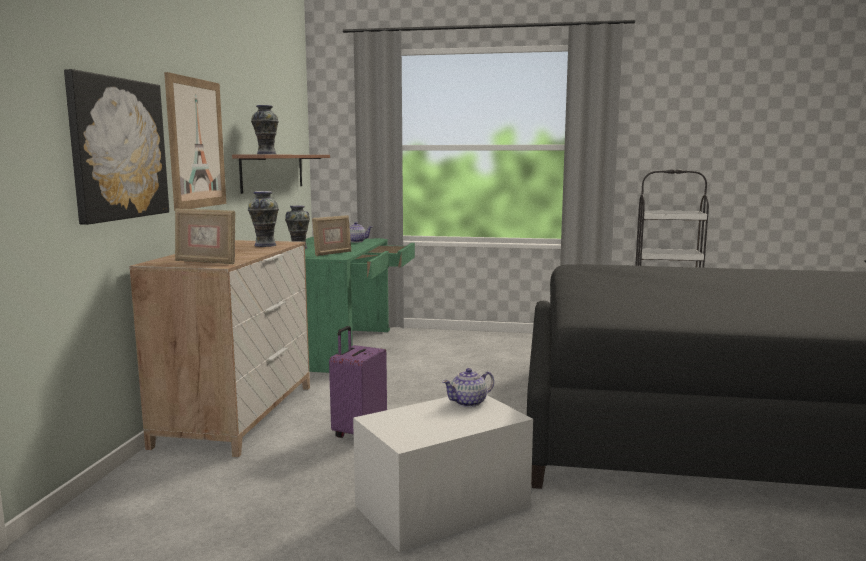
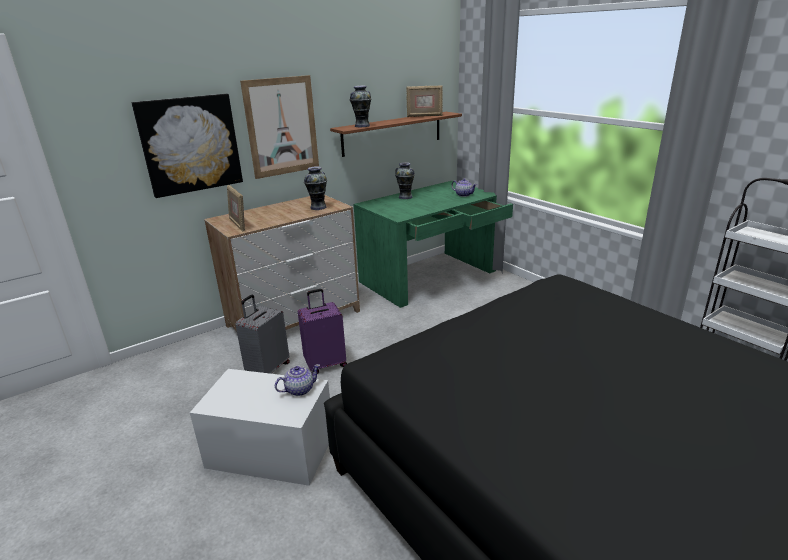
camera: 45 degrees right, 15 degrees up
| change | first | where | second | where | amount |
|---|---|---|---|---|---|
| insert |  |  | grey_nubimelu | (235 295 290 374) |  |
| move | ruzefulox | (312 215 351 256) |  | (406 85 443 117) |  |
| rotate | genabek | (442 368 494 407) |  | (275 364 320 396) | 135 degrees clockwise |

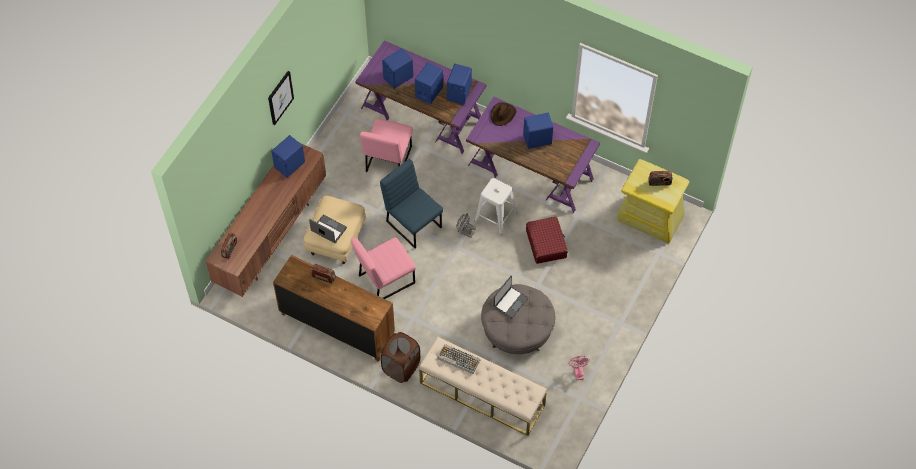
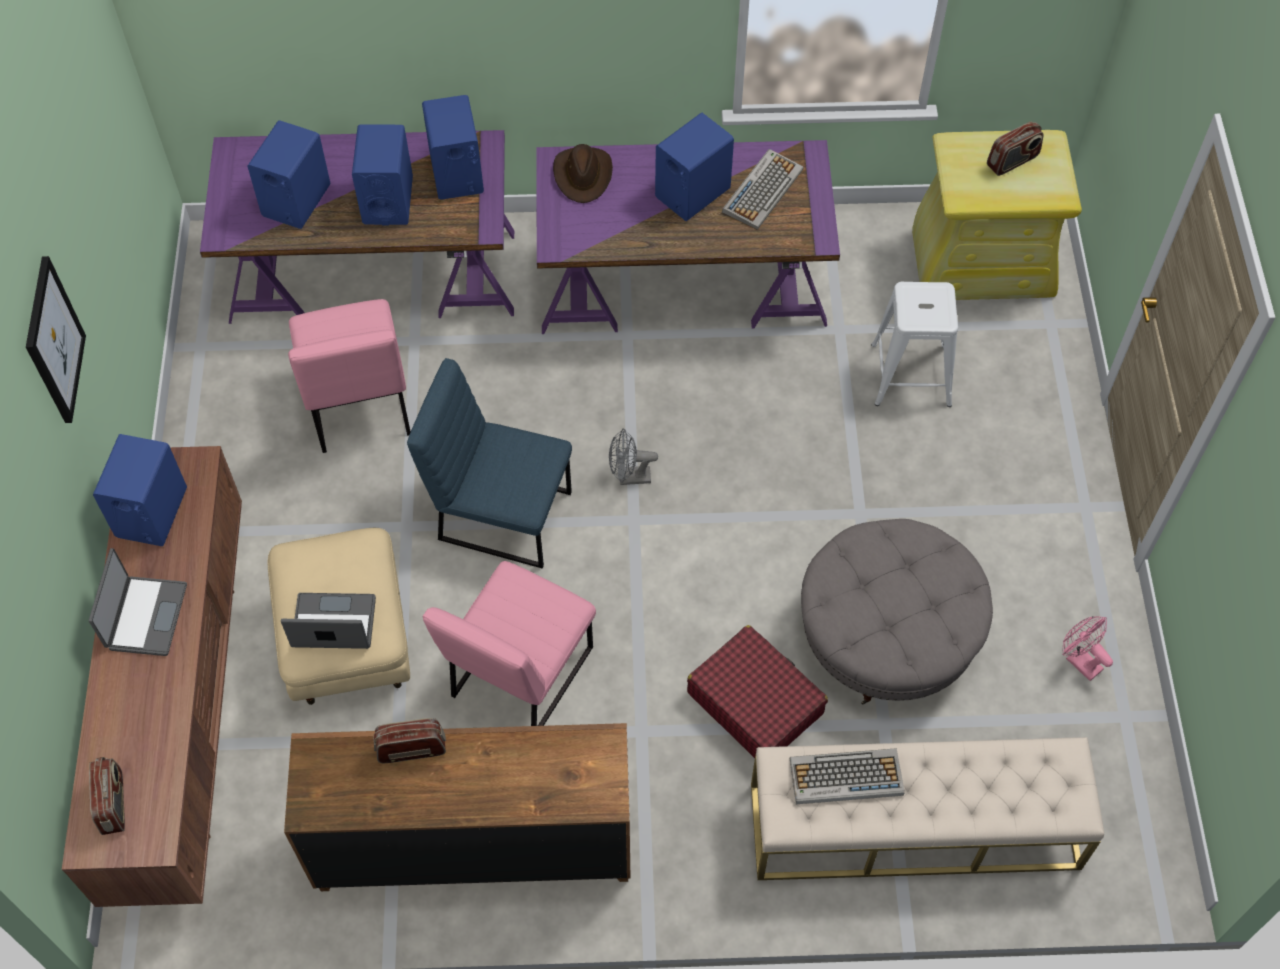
camera: 30 degrees left, 0 degrees up
| change | first | where | second | where | amount |
|---|---|---|---|---|---|
| delete | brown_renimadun | (381 332 420 383) |  |  |  |
| insert |  |  | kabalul | (722 149 804 230) |  |
| move | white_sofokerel | (475 178 517 235) |  | (871 282 958 407) |  |
| move | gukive | (494 276 529 319) |  | (89 548 187 656) |  |
| move | red_nubimelu | (526 217 568 264) |  | (687 625 828 758) |  |

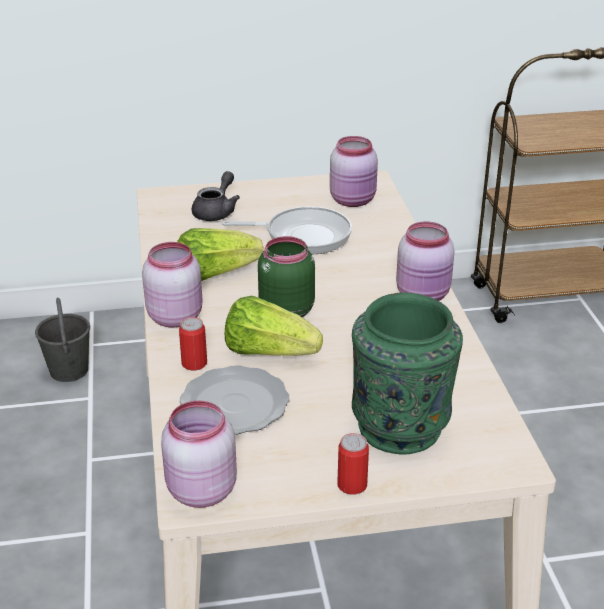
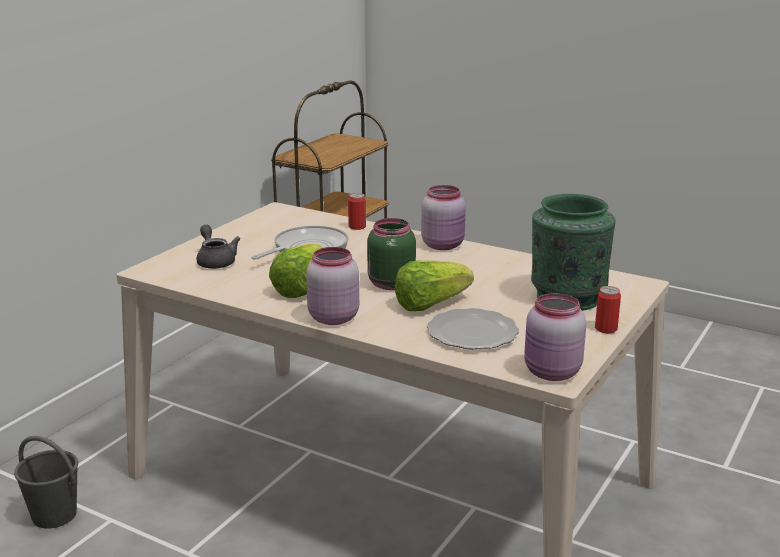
camera: 50 degrees left, 10 degrees down
| change | first | where | second | where | amount |
|---|---|---|---|---|---|
| delete | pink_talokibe | (330 136 378 207) |  |  |  |
| move | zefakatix | (179 317 207 370) |  | (348 193 366 230) |  |

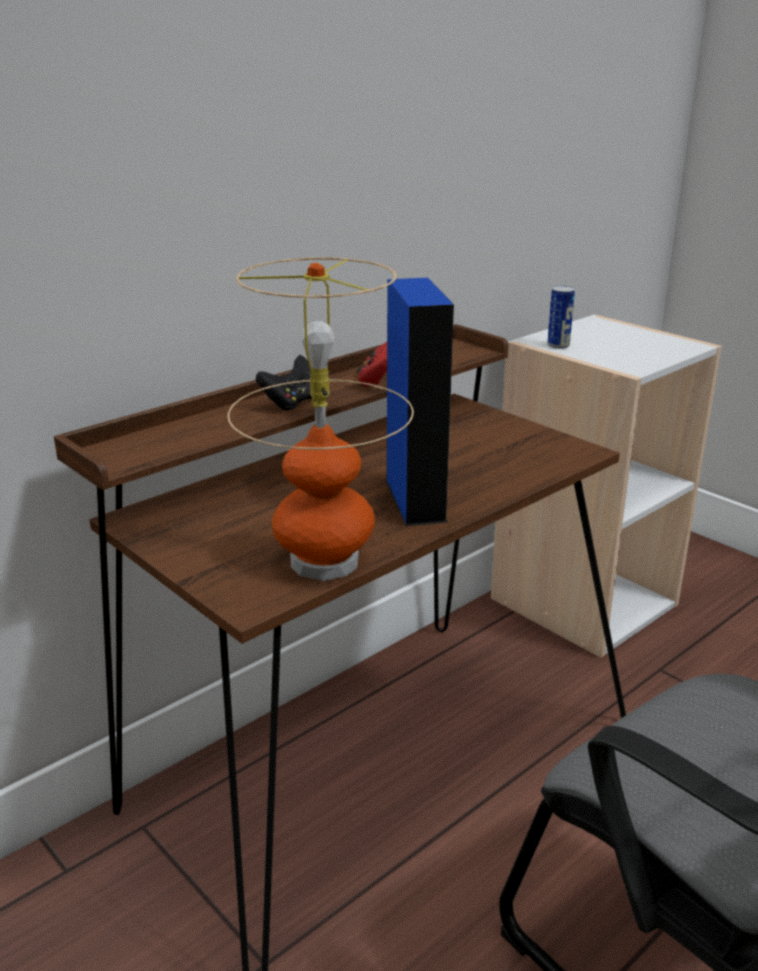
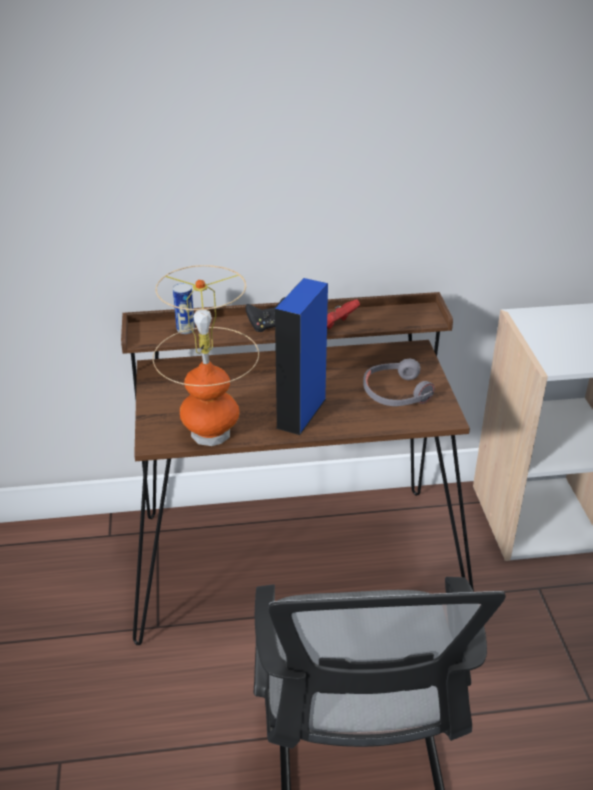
camera: 35 degrees right, 10 degrees up
| change | first | where | second | where | amount |
|---|---|---|---|---|---|
| insert |  |  | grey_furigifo | (363 358 435 406) |  |
| move | zefakatix | (547 286 575 349) |  | (173 283 195 334) |  |

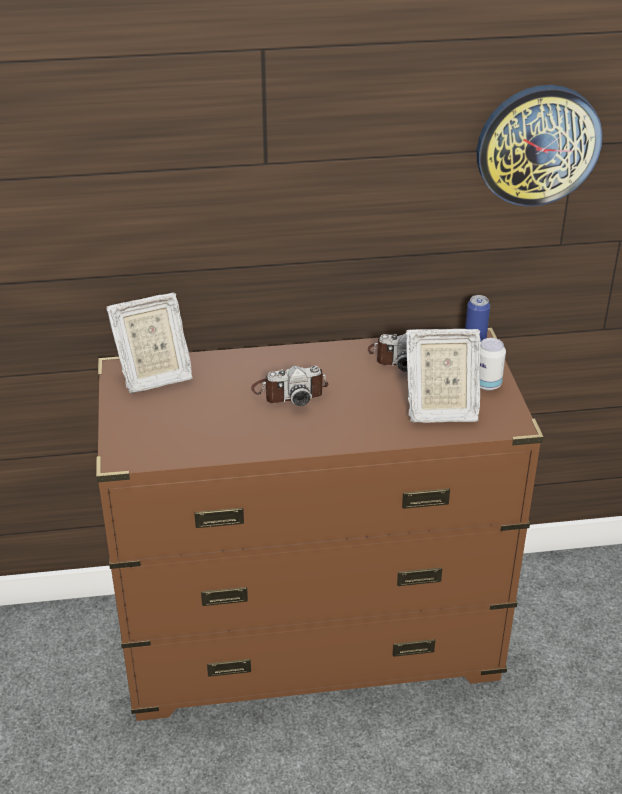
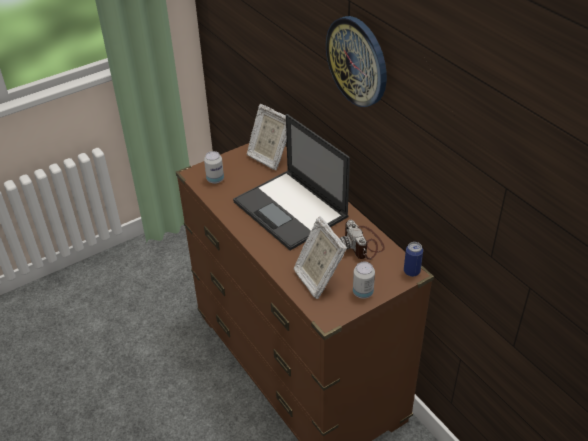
camera: 65 degrees right, 5 degrees up
| change | first | where | second | where | amount |
|---|---|---|---|---|---|
| insert |  |  | zefakatix | (204 151 224 184) |  |
| move | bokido | (477 85 603 207) |  | (326 16 387 107) |  |
| replace | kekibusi | (251 365 328 406) | gukive | (233 114 350 250) |  |

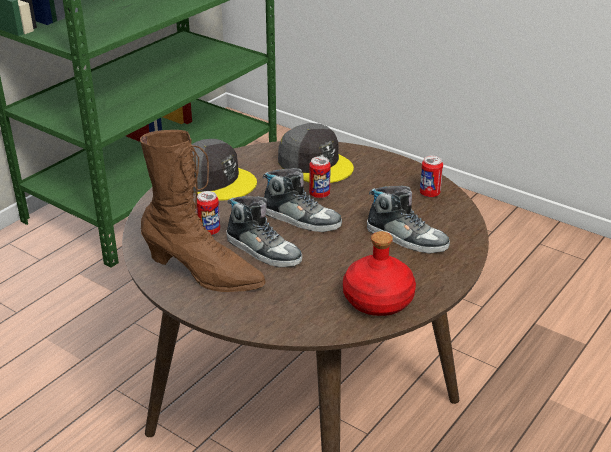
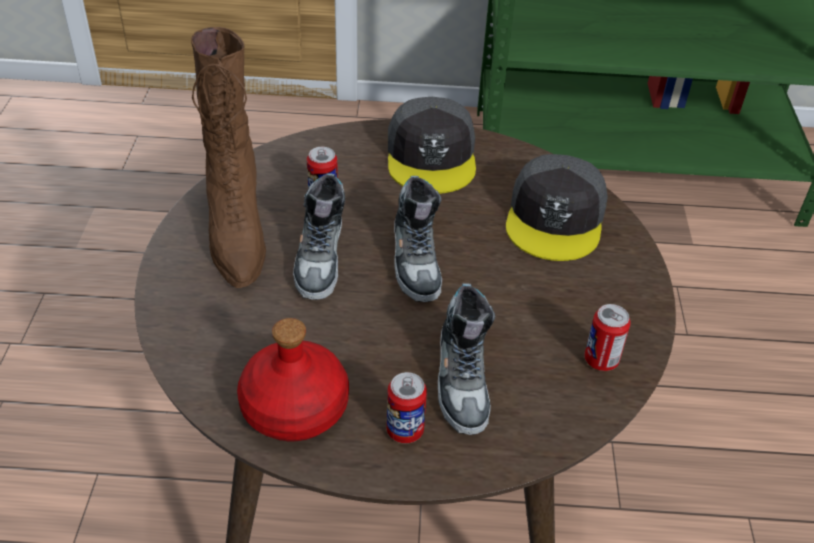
camera: 55 degrees right, 10 degrees up
| change | first | where | second | where | amount |
|---|---|---|---|---|---|
| move | zefakatix | (309 156 331 198) |  | (386 372 427 443) |  |

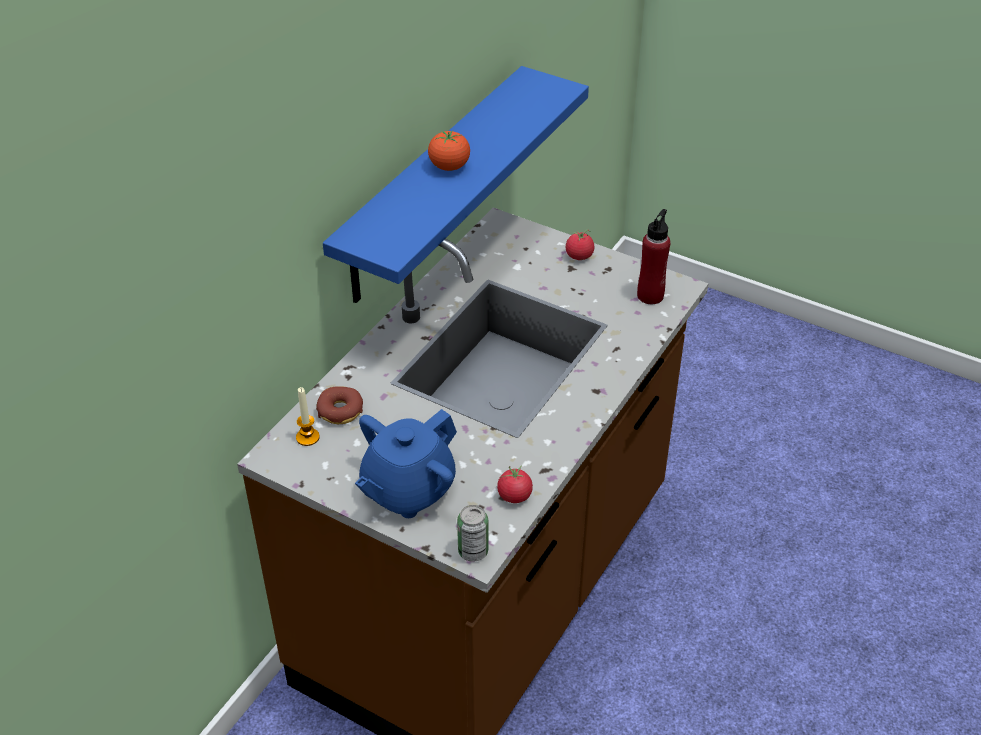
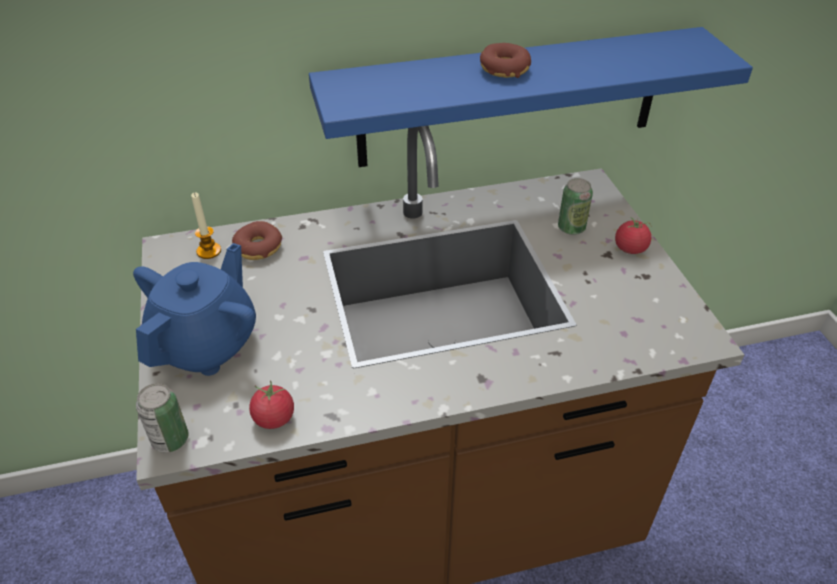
camera: 45 degrees right, 0 degrees up
| change | first | where | second | where | amount |
|---|---|---|---|---|---|
| delete | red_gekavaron | (637 209 671 304) |  |  |  |
| insert |  |  | zefakatix | (558 178 593 235) |  |
| replace | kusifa | (428 130 470 171) | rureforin | (480 43 531 78) |  |
| rotate | blue_genabek | (355 409 457 518) |  | (133 243 256 376) | 120 degrees clockwise |

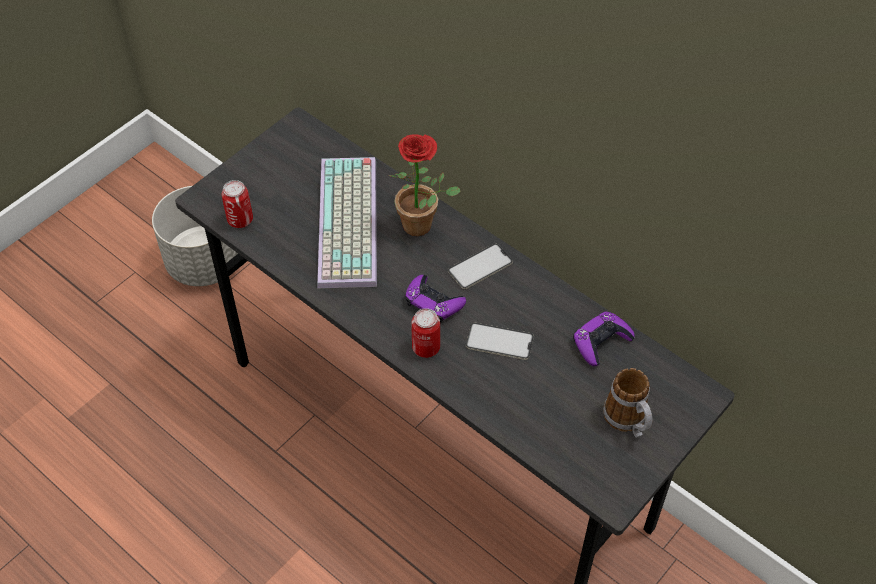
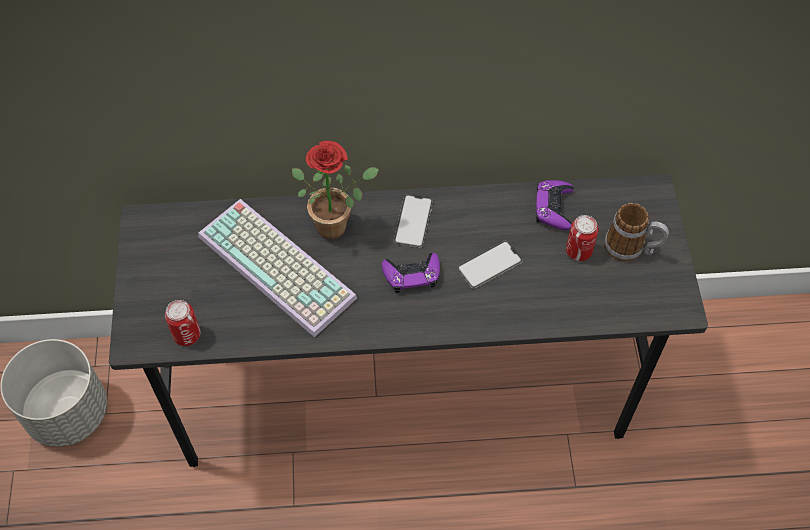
camera: 45 degrees left, 5 degrees up
| change | first | where | second | where | amount |
|---|---|---|---|---|---|
| move | zefakatix | (411 308 440 358) |  | (566 215 599 261) |  |

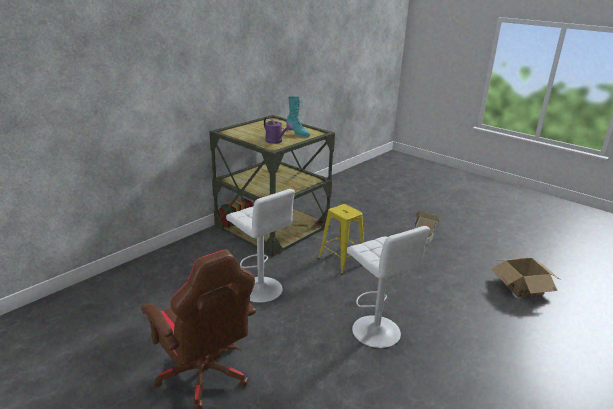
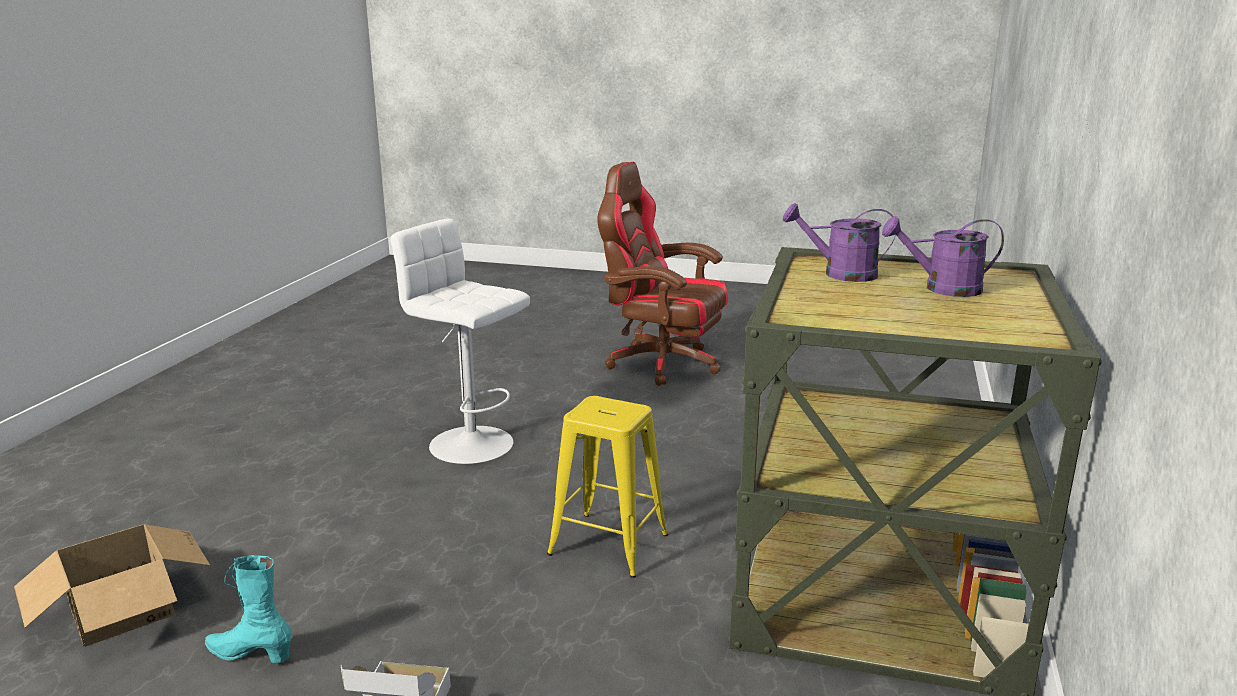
camera: 155 degrees right, 5 degrees down
| change | first | where | second | where | amount |
|---|---|---|---|---|---|
| delete | white_sofokerel | (226 189 295 302) |  |  |  |
| insert |  |  | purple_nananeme | (882 216 1004 297) |  |
| move | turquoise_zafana | (286 96 310 137) |  | (205 555 292 663) |  |

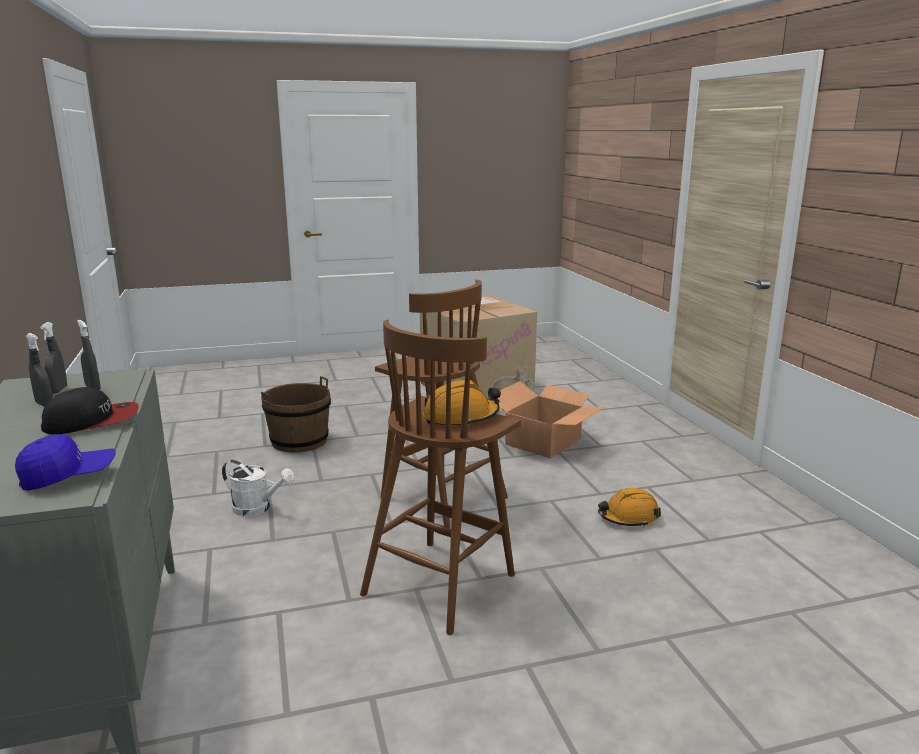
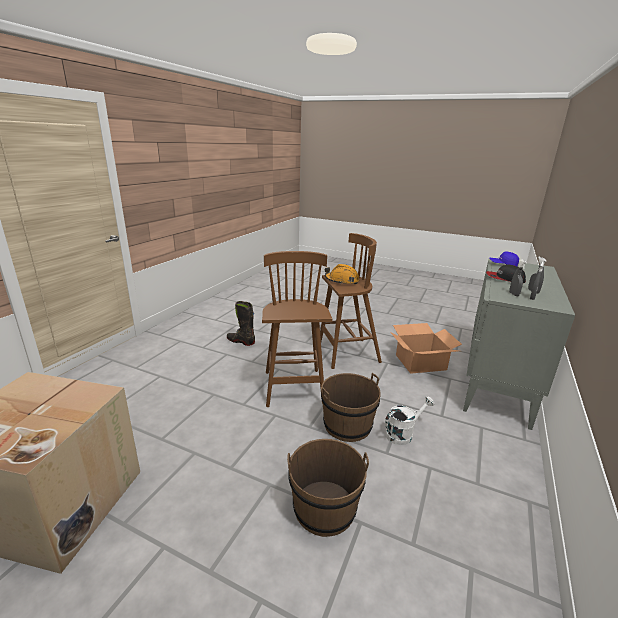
camera: 140 degrees left, 5 degrees up
| change | first | where | second | where | amount |
|---|---|---|---|---|---|
| insert |  |  | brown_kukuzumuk | (321 373 380 442) |  |
| move | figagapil | (487 381 605 458) |  | (390 323 462 374) |  |
| replace | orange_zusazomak | (598 488 661 527) | black_zafana | (227 301 255 346) |  |
| rotate | white_nananeme | (222 460 295 516) |  | (385 396 434 445) | 90 degrees clockwise |

